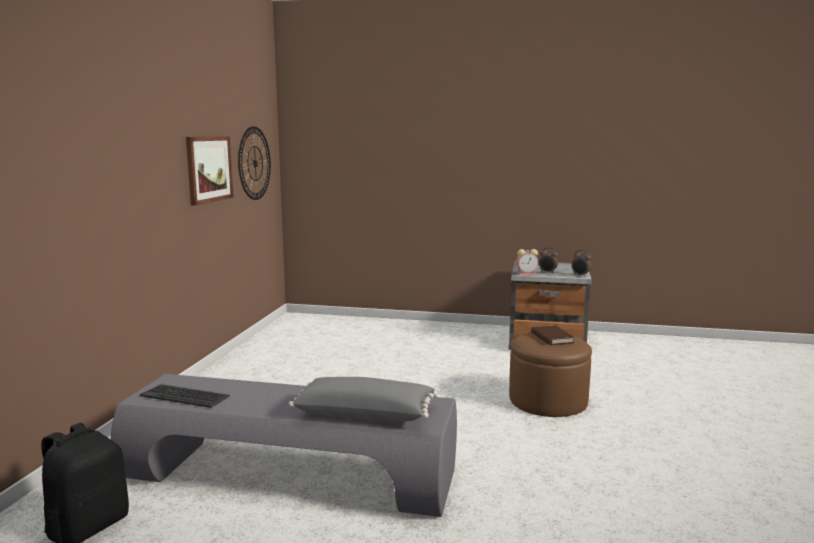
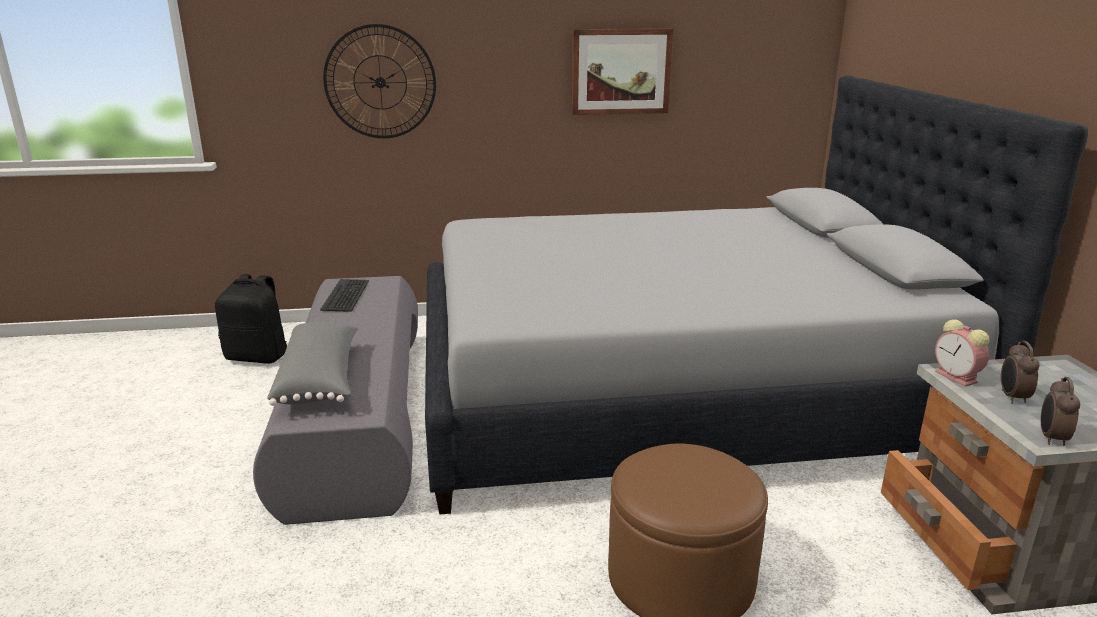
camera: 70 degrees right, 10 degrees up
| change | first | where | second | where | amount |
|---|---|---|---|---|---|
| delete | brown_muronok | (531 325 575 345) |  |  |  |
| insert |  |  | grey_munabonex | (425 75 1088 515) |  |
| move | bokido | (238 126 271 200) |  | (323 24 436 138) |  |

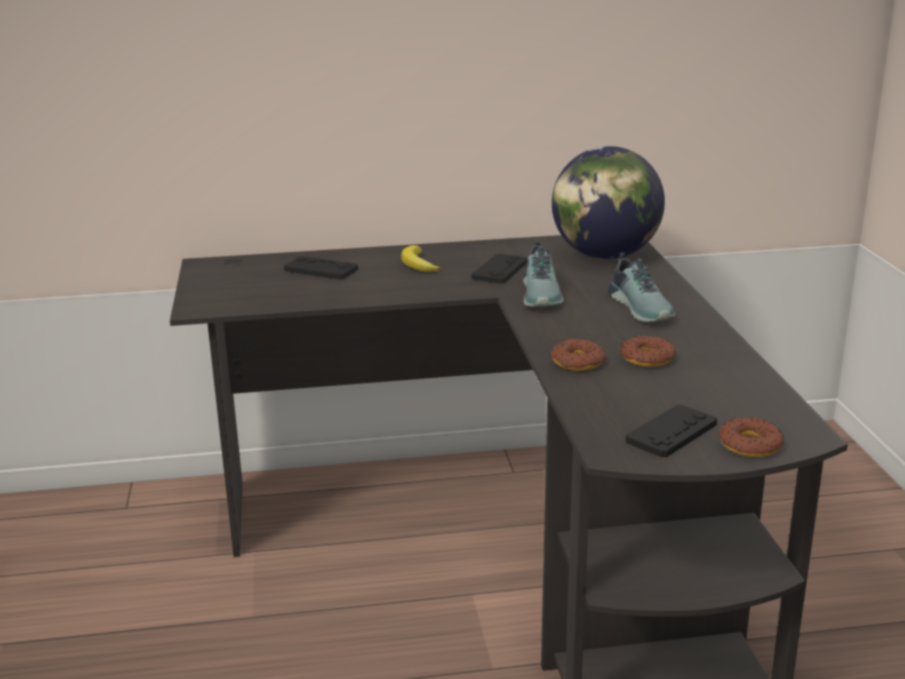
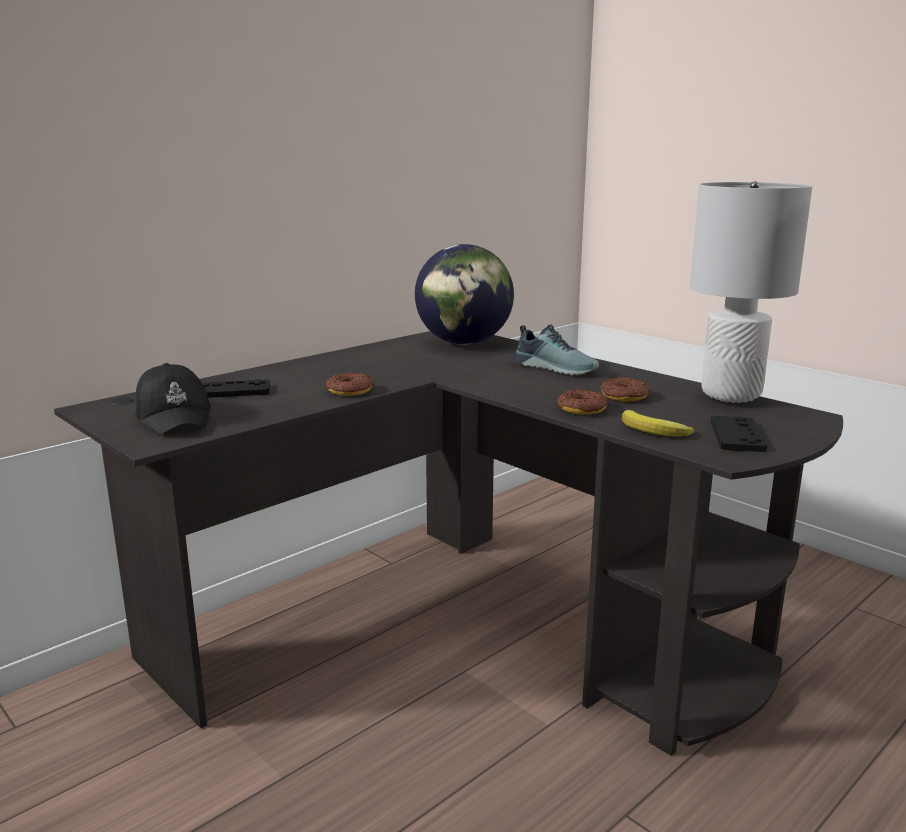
camera: 35 degrees left, 5 degrees down
| change | first | where | second | where | amount |
|---|---|---|---|---|---|
| delete | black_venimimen | (472 254 527 284) |  |  |  |
| delete | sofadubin | (523 240 564 307) |  |  |  |
| insert |  |  | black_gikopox | (135 363 211 435) |  |
| insert |  |  | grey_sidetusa | (690 181 812 403) |  |
| move | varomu | (401 245 441 272) |  | (622 410 694 436) |  |
| move | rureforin | (718 417 784 457) |  | (326 372 373 396) |  |

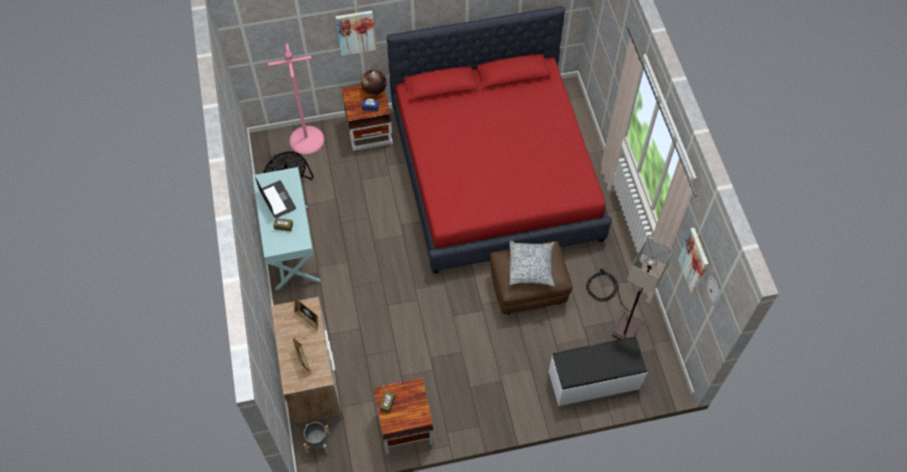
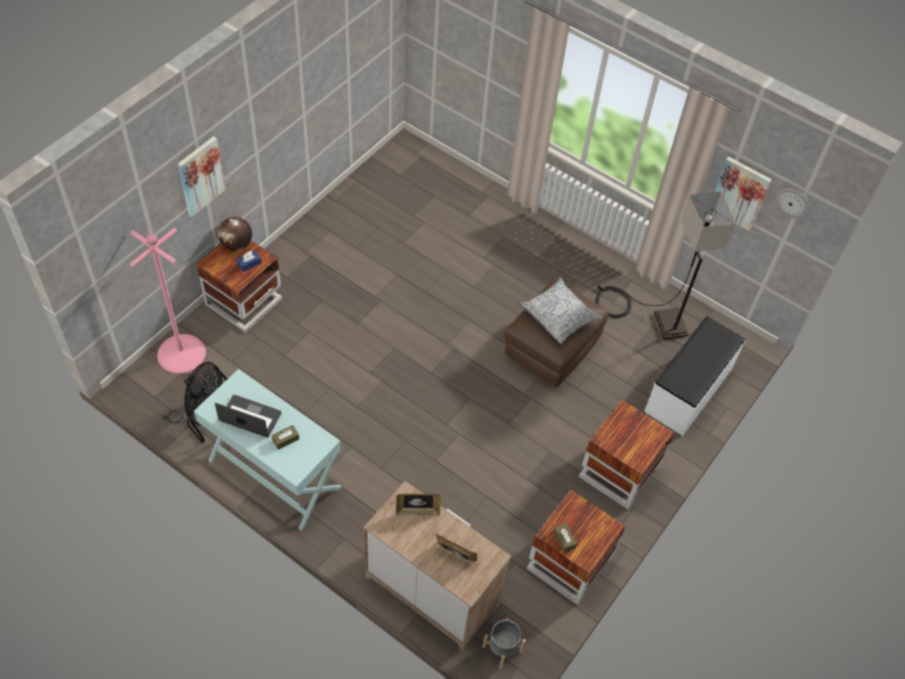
camera: 45 degrees left, 5 degrees down
| change | first | where | second | where | amount |
|---|---|---|---|---|---|
| delete | red_munabonex | (387 6 612 274) |  |  |  |
| insert |  |  | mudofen | (578 400 674 510) |  |

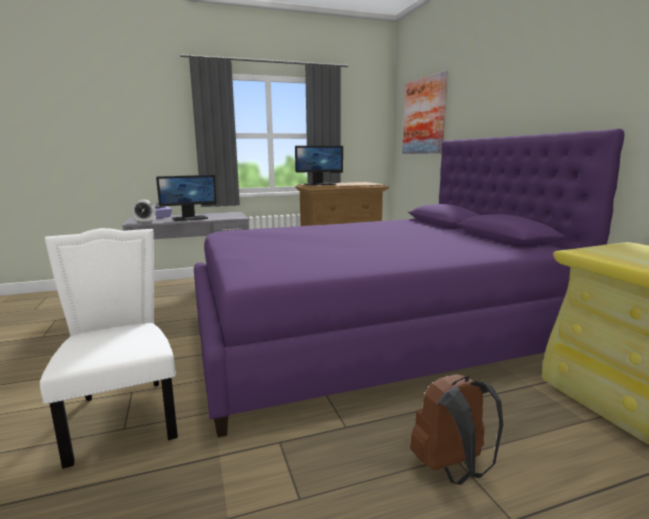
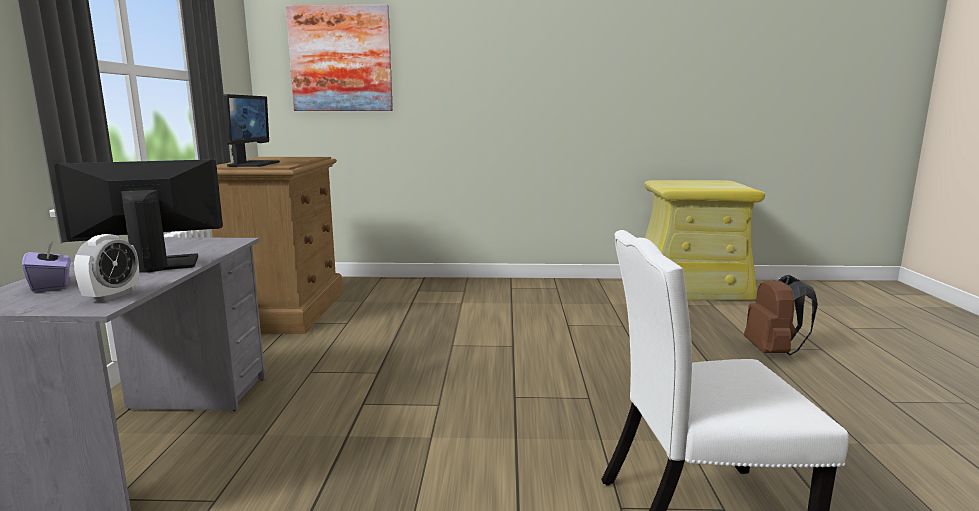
camera: 70 degrees left, 0 degrees up
| change | first | where | second | where | amount |
|---|---|---|---|---|---|
| delete | purple_munabonex | (194 129 624 437) |  |  |  |
| rotate | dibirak | (156 175 217 221) |  | (54 159 223 273) | 105 degrees counterclockwise |

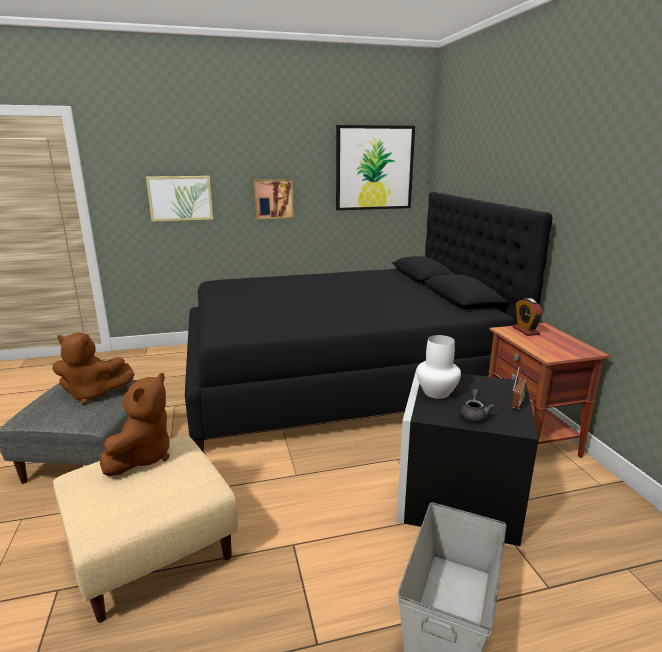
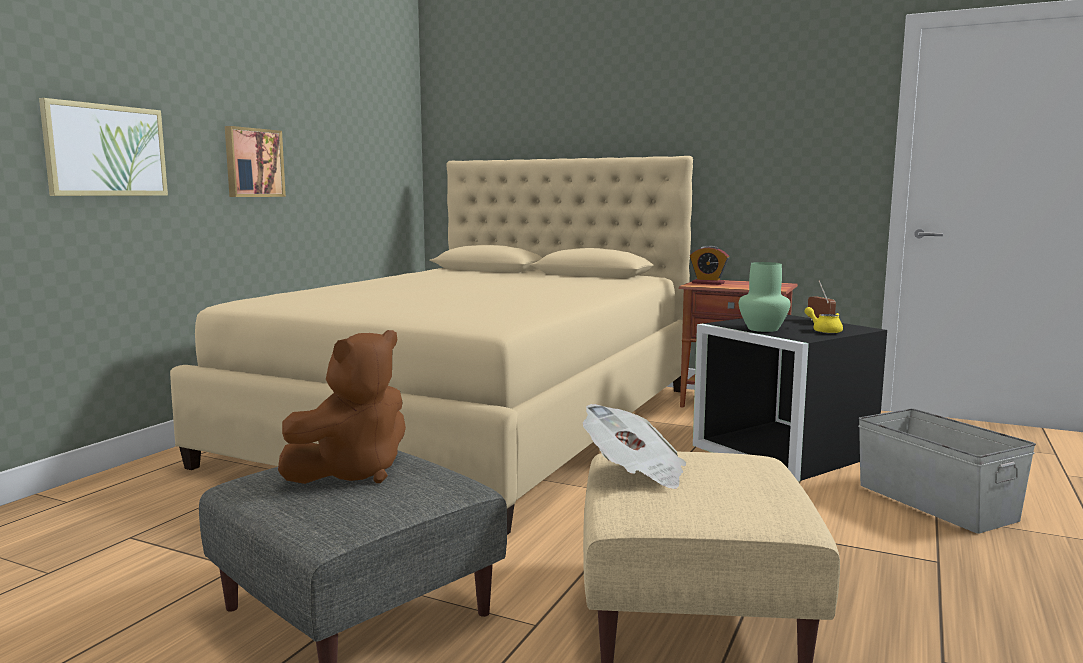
camera: 50 degrees left, 10 degrees down
| change | first | where | second | where | amount |
|---|---|---|---|---|---|
| delete | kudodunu | (336 125 415 210) |  |  |  |
| replace | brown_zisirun | (100 373 170 476) | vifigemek | (583 404 686 489) |  |
| recolor | black_munabonex | (185 192 553 453) | beige_munabonex | (170 156 693 535) |  |
| recolor | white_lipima | (416 335 461 399) | green_lipima | (739 262 790 332) |  |
| recolor | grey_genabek | (460 389 494 423) | yellow_genabek | (804 307 843 334) |  |

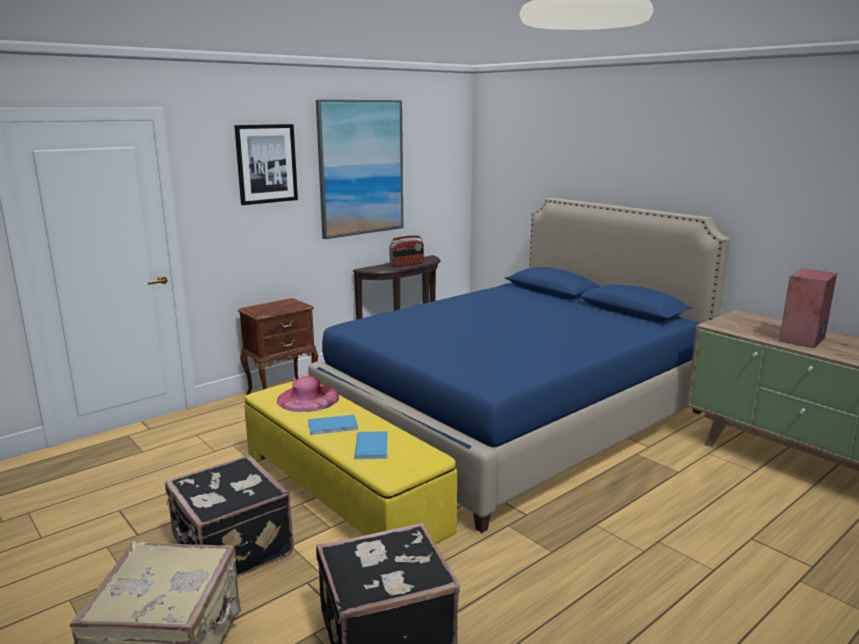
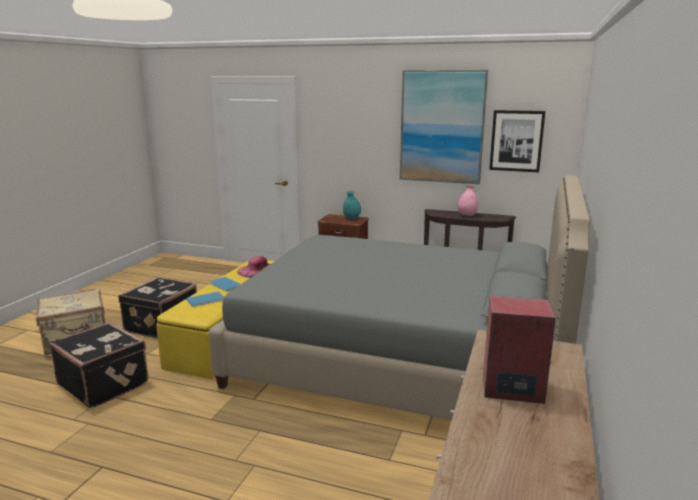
camera: 60 degrees right, 0 degrees up
| change | first | where | second | where | amount |
|---|---|---|---|---|---|
| insert |  |  | turquoise_lipima | (343 191 361 219) |  |
| move | kudodunu | (234 124 298 205) |  | (489 110 546 172) |  |
| replace | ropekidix | (389 235 424 267) | pink_lipima | (457 185 478 216) |  |
| recolor | blue_munabonex | (308 198 730 533) | grey_munabonex | (209 175 590 420) |  |

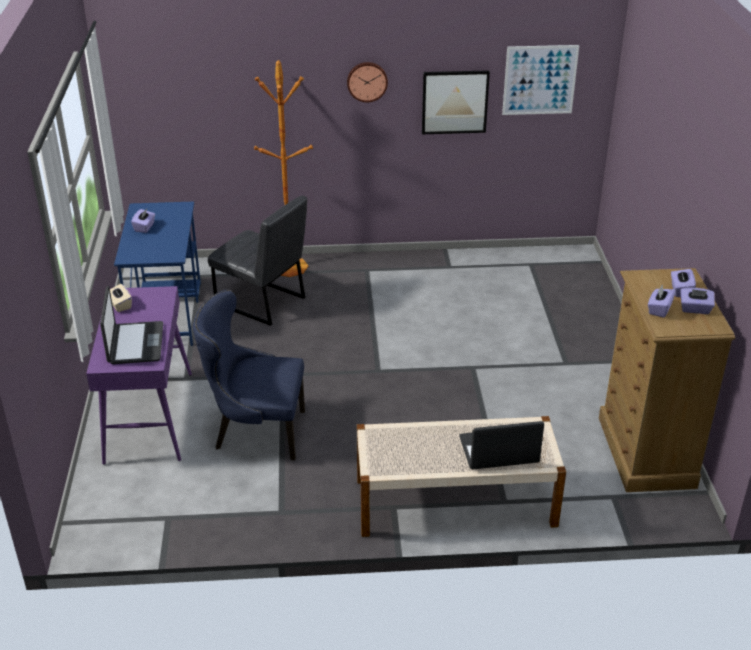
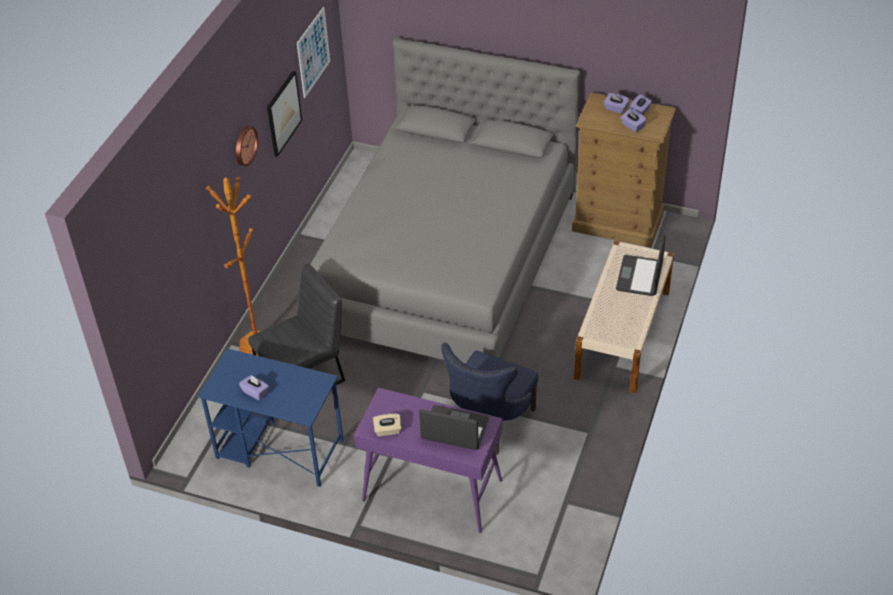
camera: 65 degrees left, 10 degrees up
| change | first | where | second | where | amount |
|---|---|---|---|---|---|
| insert |  |  | grey_munabonex | (310 38 580 364) |  |

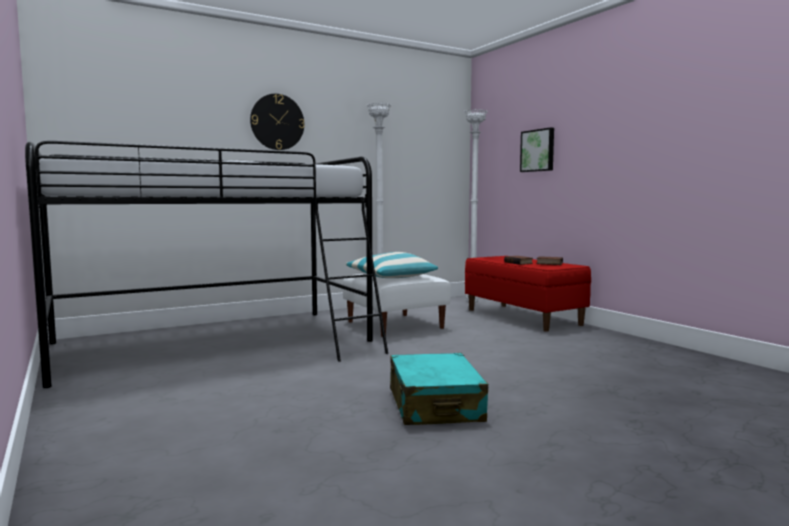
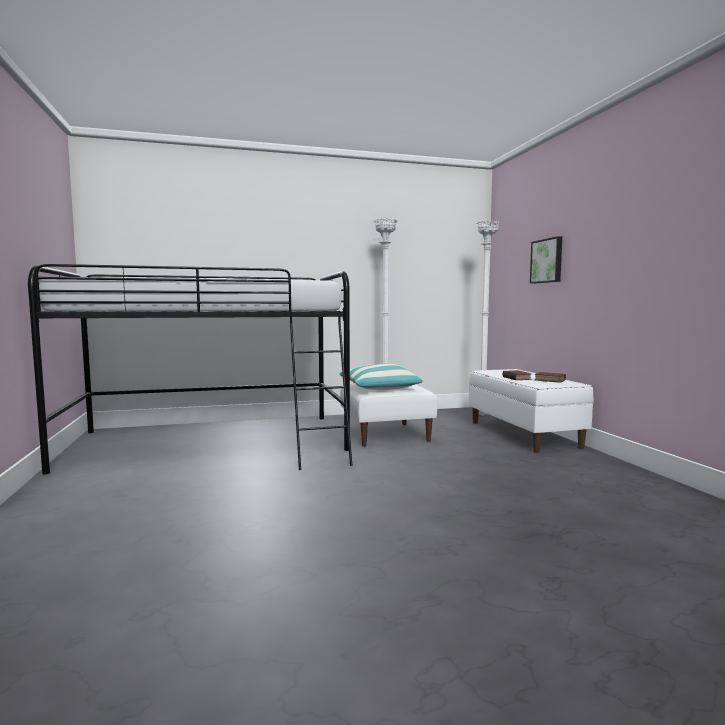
camera: 15 degrees right, 0 degrees up
| change | first | where | second | where | amount |
|---|---|---|---|---|---|
| delete | bokido | (250 94 305 150) |  |  |  |
| delete | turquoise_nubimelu | (390 353 488 425) |  |  |  |
| recolor | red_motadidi | (465 256 591 332) | white_motadidi | (469 369 594 453) |  |

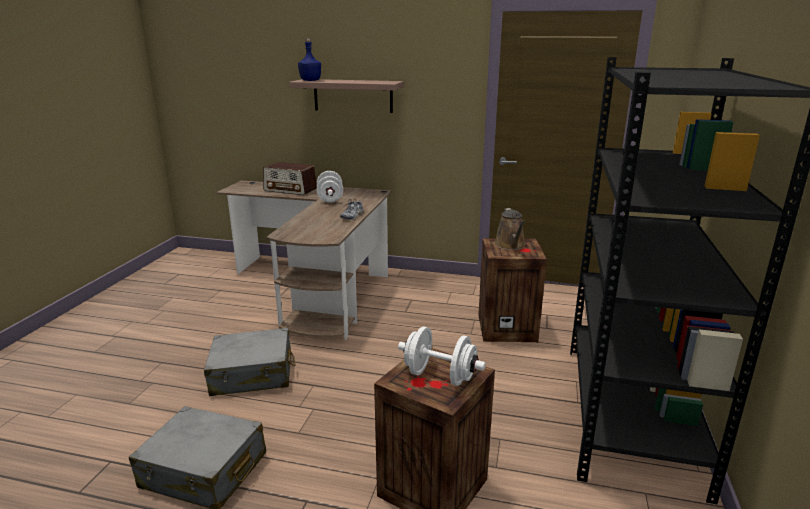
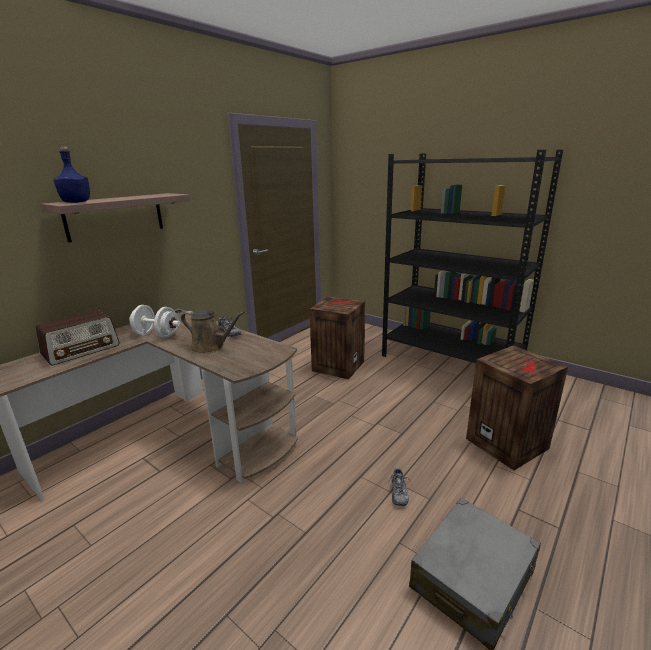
camera: 65 degrees left, 0 degrees up
| change | first | where | second | where | amount |
|---|---|---|---|---|---|
| delete | grey_nubimelu | (204 328 295 396) |  |  |  |
| delete | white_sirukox | (398 327 486 386) |  |  |  |
| insert |  |  | sofadubin | (388 468 412 506) |  |
| move | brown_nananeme | (494 208 526 250) |  | (181 310 245 354) |  |

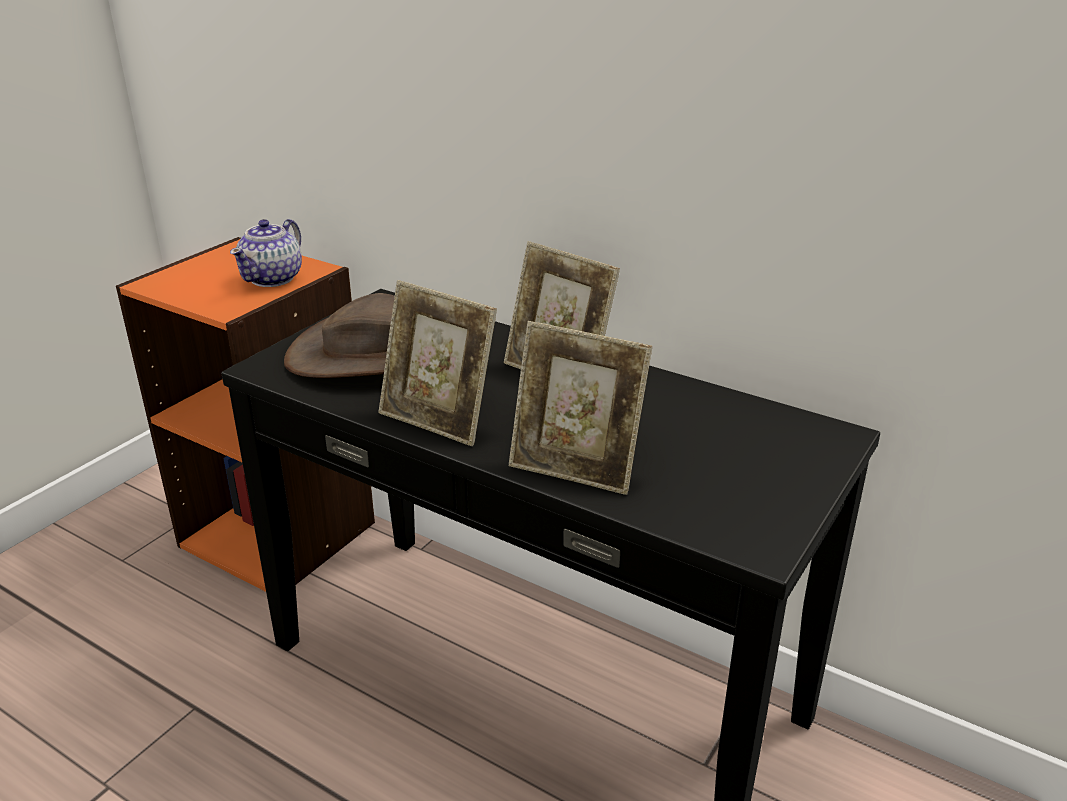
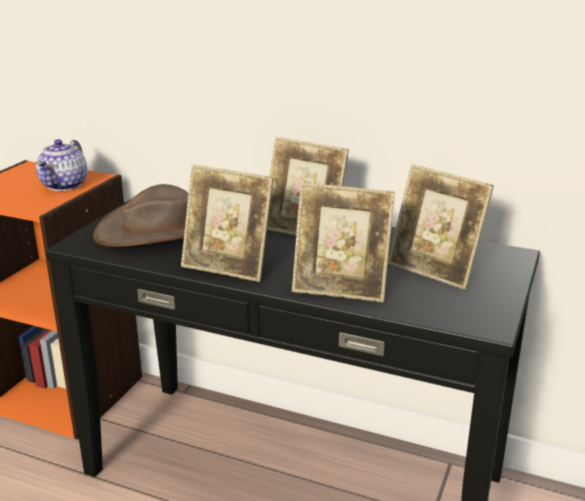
camera: 10 degrees left, 5 degrees down
| change | first | where | second | where | amount |
|---|---|---|---|---|---|
| insert |  |  | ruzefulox | (388 164 494 290) |  |

